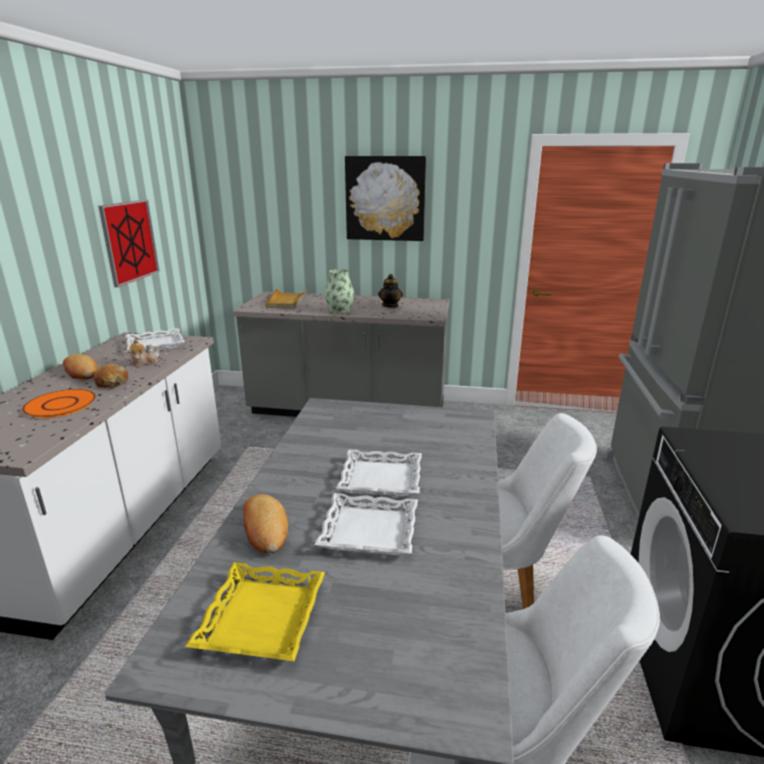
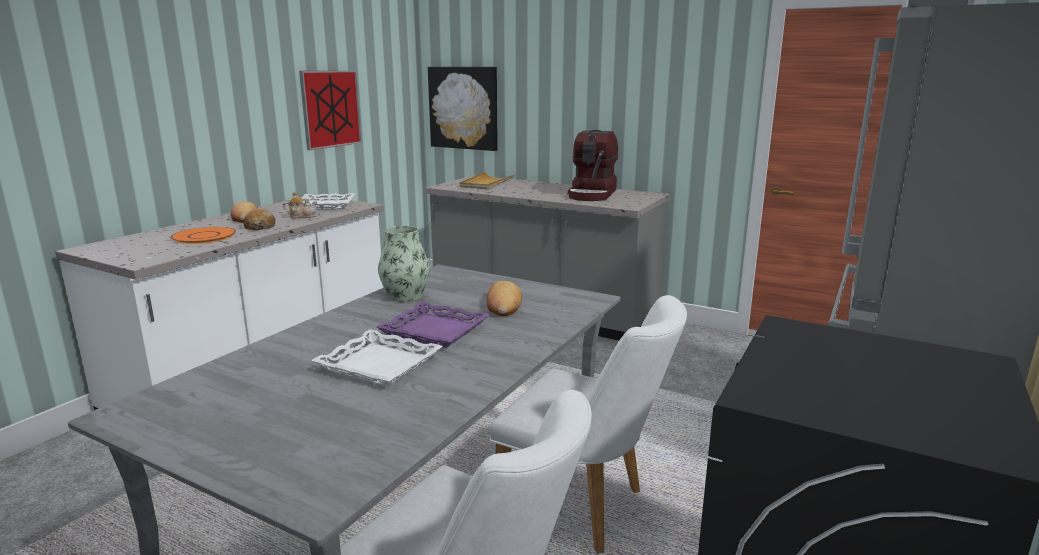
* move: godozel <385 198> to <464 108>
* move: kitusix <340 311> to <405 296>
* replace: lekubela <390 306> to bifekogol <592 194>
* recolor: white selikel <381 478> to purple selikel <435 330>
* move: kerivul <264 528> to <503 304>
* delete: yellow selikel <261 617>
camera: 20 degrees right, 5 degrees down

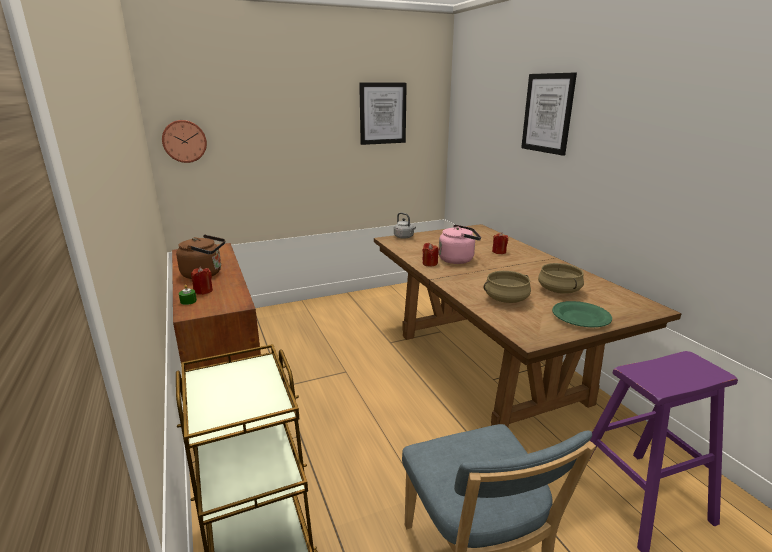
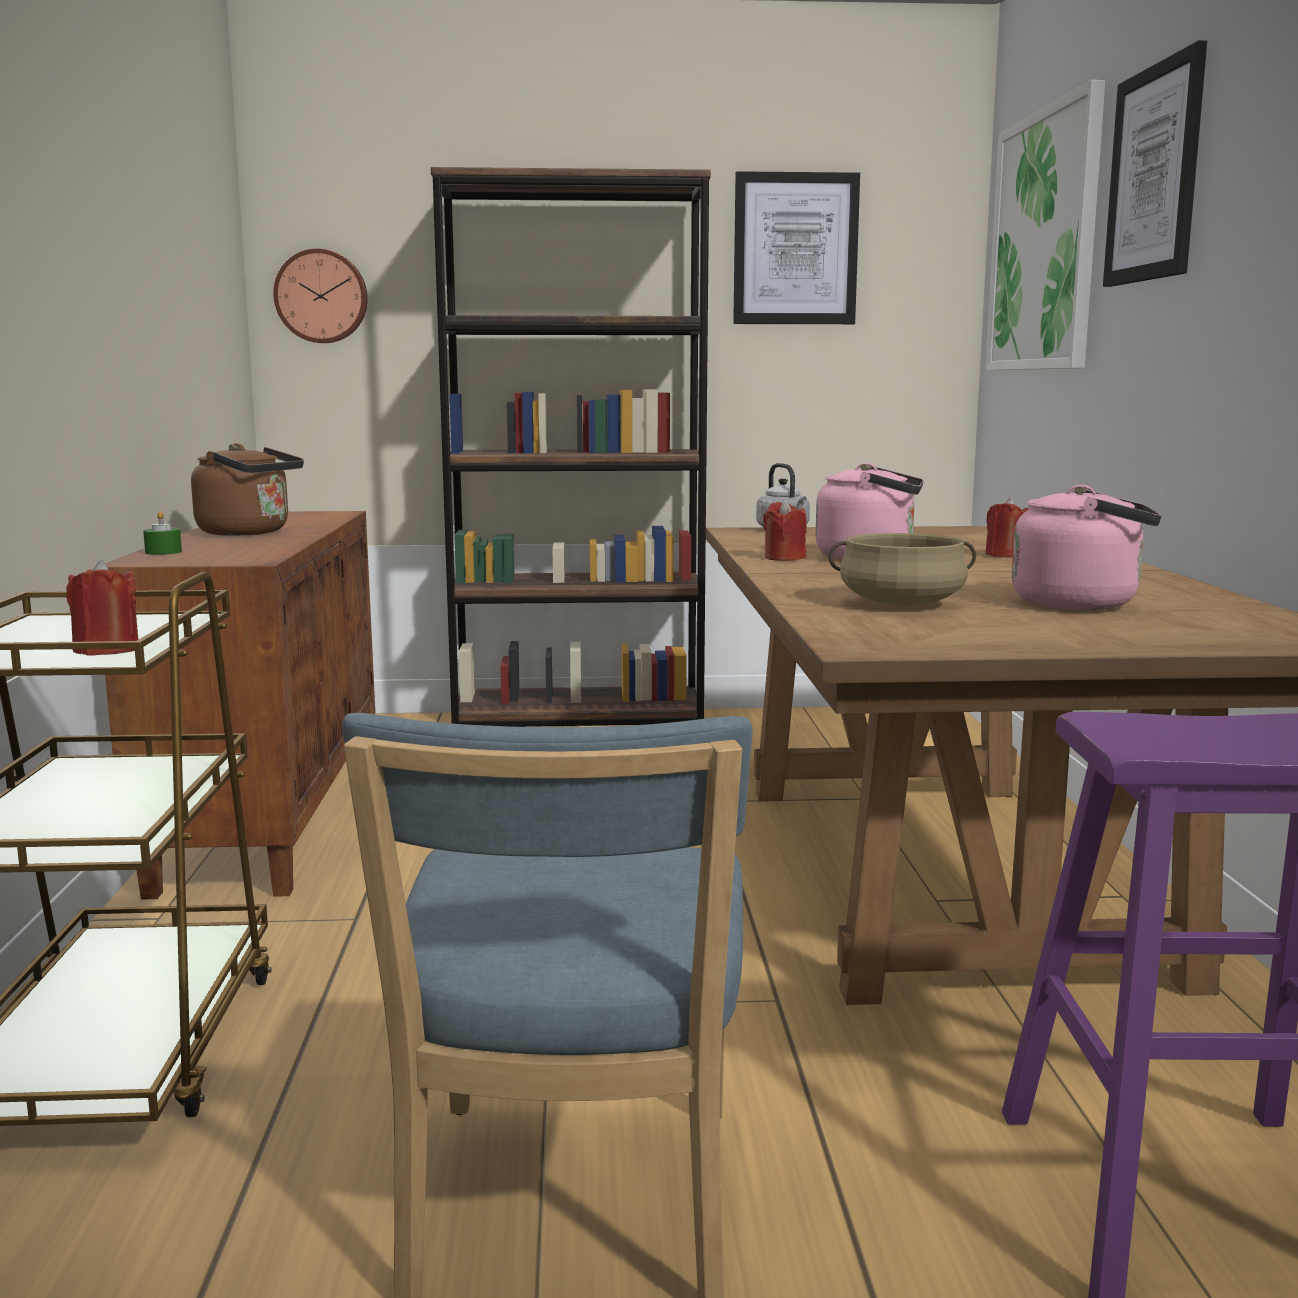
* replace: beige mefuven <559 290> to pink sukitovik <1082 604>
* move: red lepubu <203 291> to <106 650>
* delete: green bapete <581 318>
* insert: godozel <1044 242>
* insert: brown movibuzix <579 726>
camera: 20 degrees right, 10 degrees down

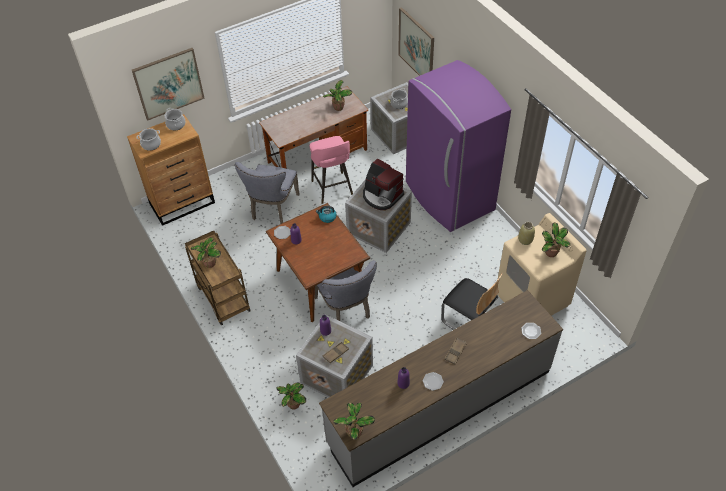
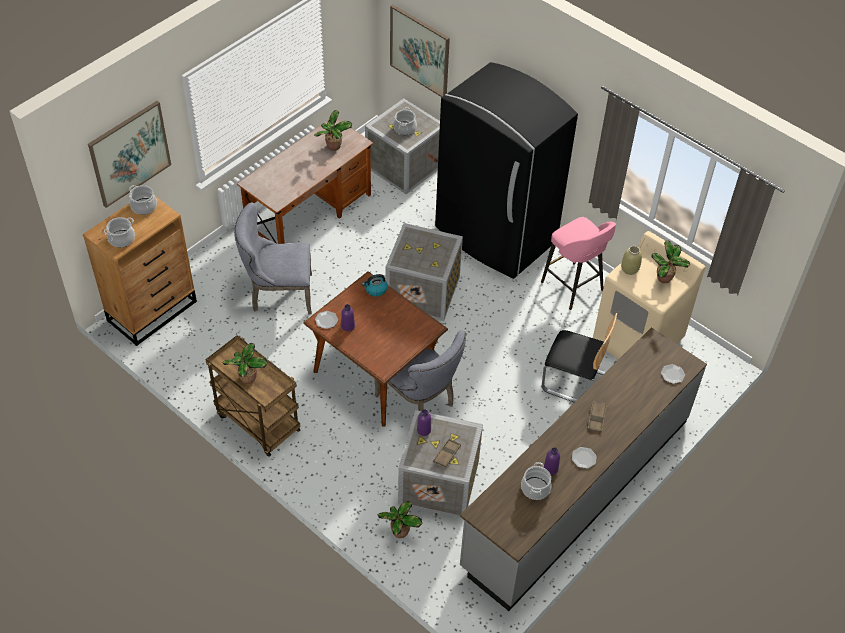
* recolor: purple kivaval <448 197> to black kivaval <495 236>
* move: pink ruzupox <332 189> to <573 287>
* delete: bifekogol <382 196>
* rotate: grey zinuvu <273 209> = <278 294> 90 degrees clockwise
* delete: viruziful <354 432>
* insert: mefuven <535 488>
camera: 20 degrees left, 0 degrees up

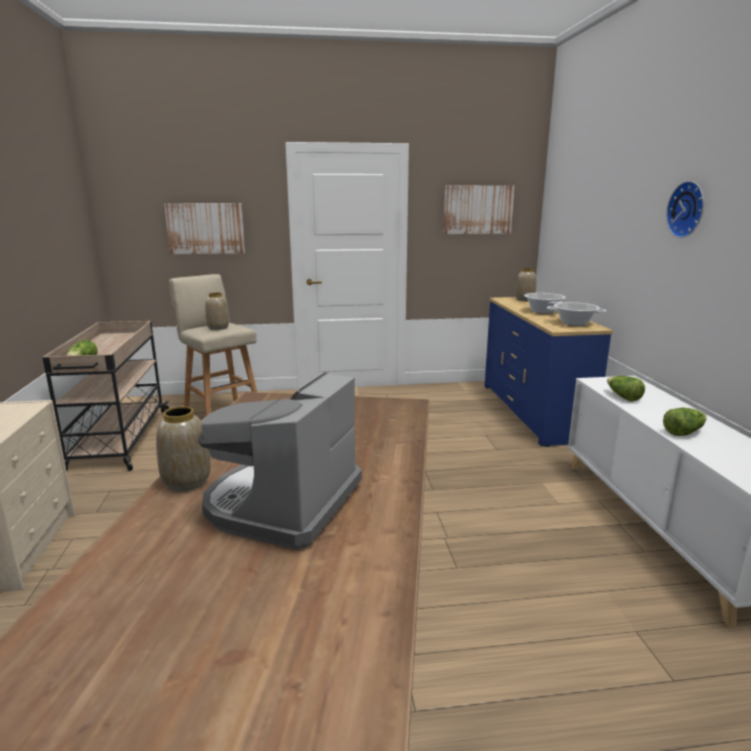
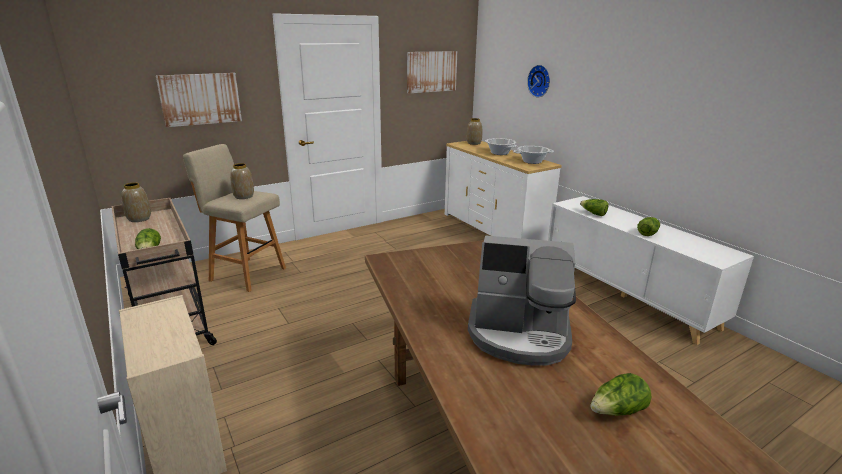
* move: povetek <688 209> to <540 81>
* recolor: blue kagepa <533 412> to white kagepa <493 229>
* rotate: bifekogol <283 504> = <519 334> 75 degrees counterclockwise
* move: kitusix <186 482> to <139 219>
* insert: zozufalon <617 411>
camera: 25 degrees left, 5 degrees up

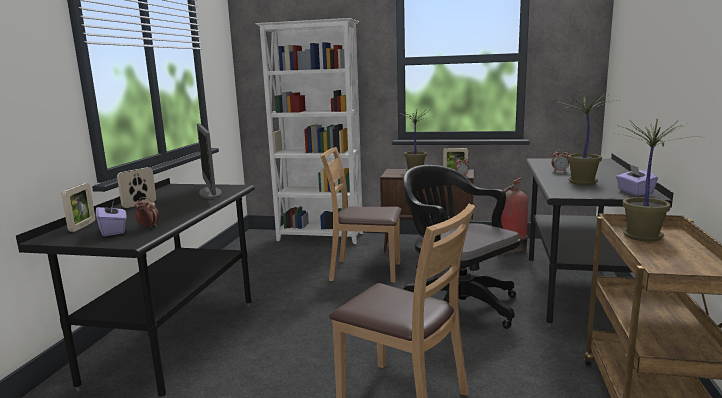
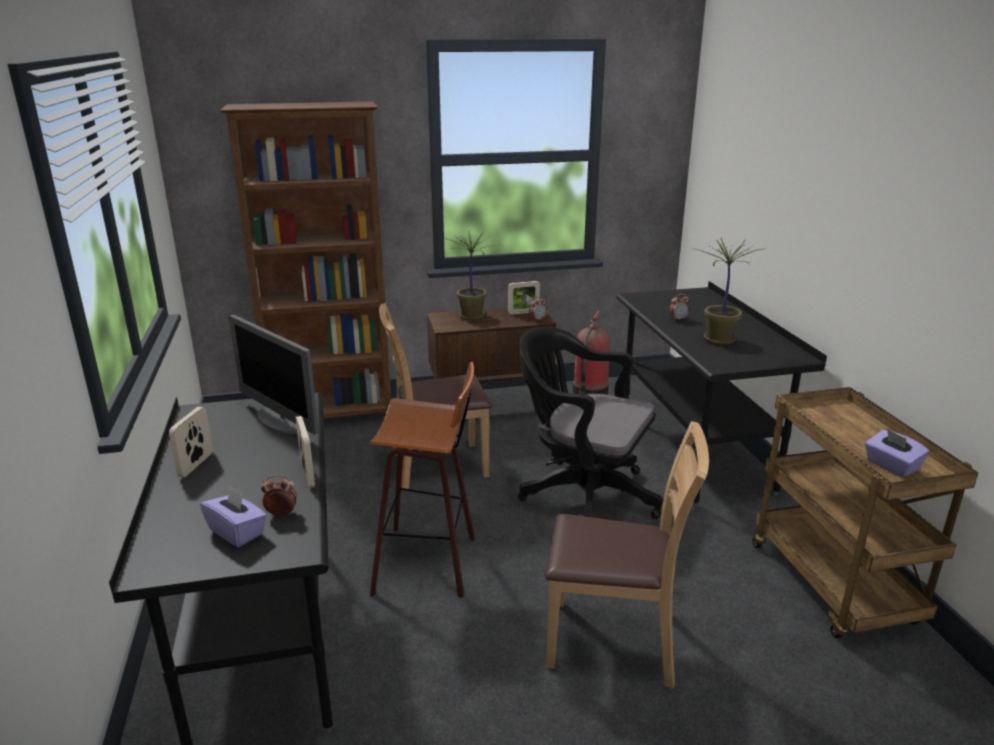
* recolor: white movibuzix <320 237> to brown movibuzix <333 416>
* delete: viruziful <643 237>
* move: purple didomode <634 192> to <891 466>
* move: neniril <82 226> to <308 475>
* insert: ruzupox <429 562>
camera: 25 degrees left, 10 degrees up

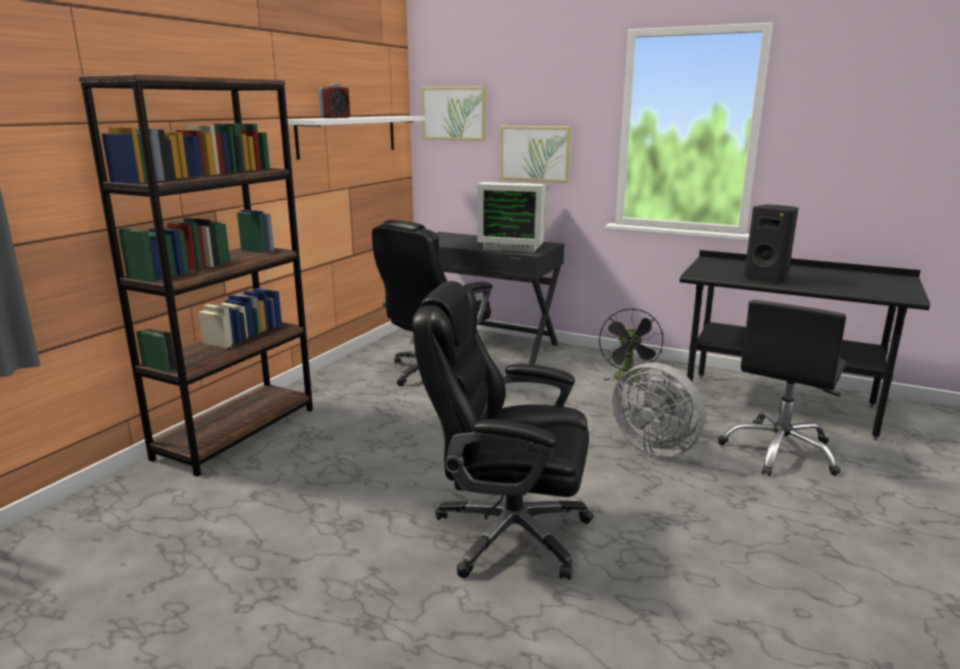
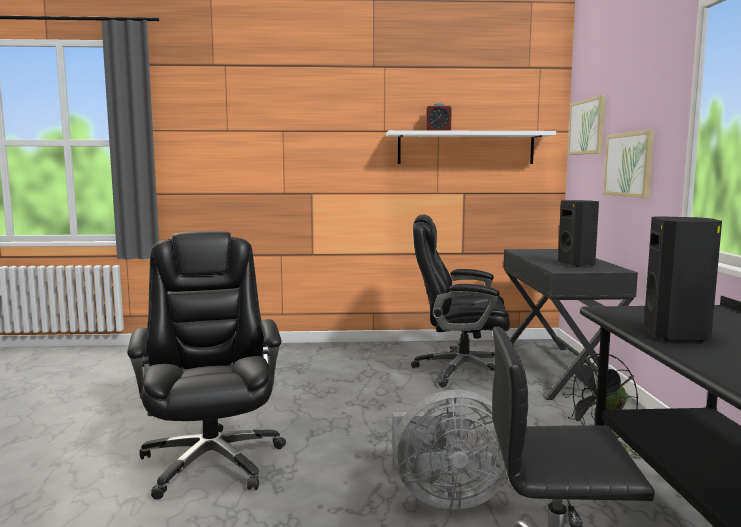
* delete: brown movibuzix <237 433>
* replace: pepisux <514 245> to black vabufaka <577 264>
* rotate: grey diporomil <656 447> = <445 497> 105 degrees counterclockwise
camera: 60 degrees right, 10 degrees down

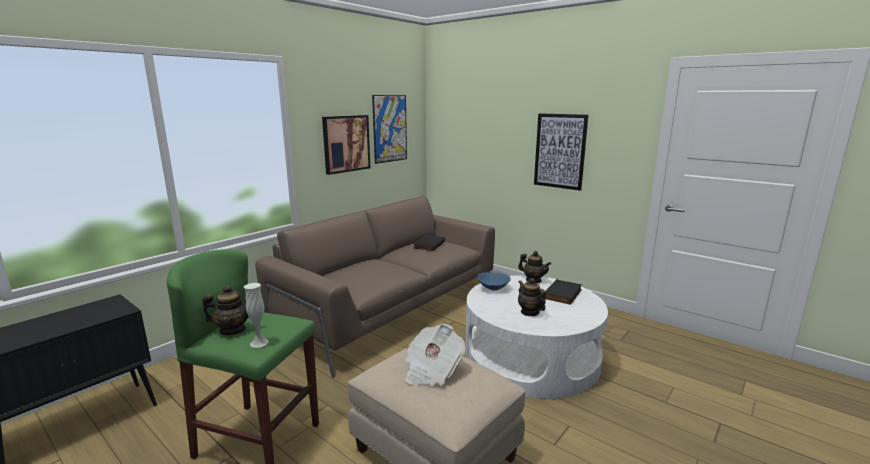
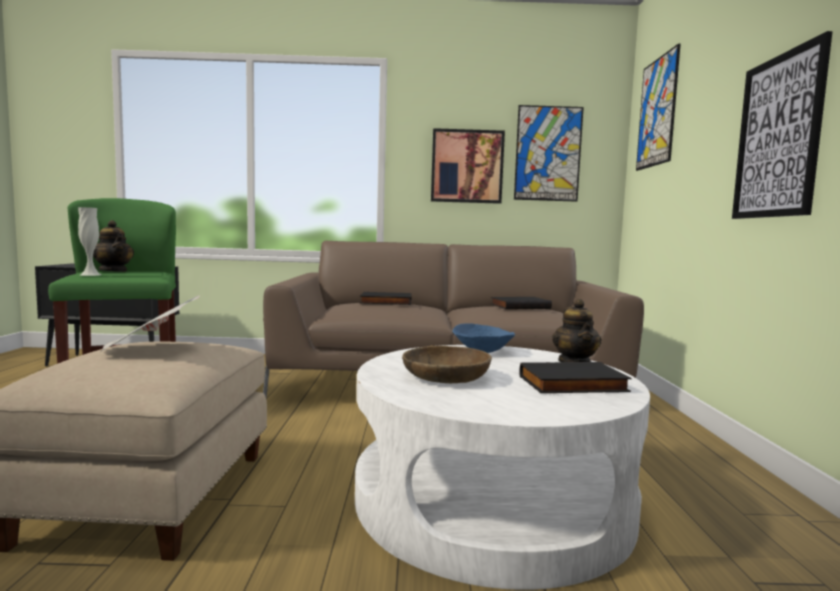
* replace: lekubela <529 312> to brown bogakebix <445 376>
* insert: godozel <657 112>
* insert: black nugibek <385 302>
camera: 50 degrees right, 10 degrees down

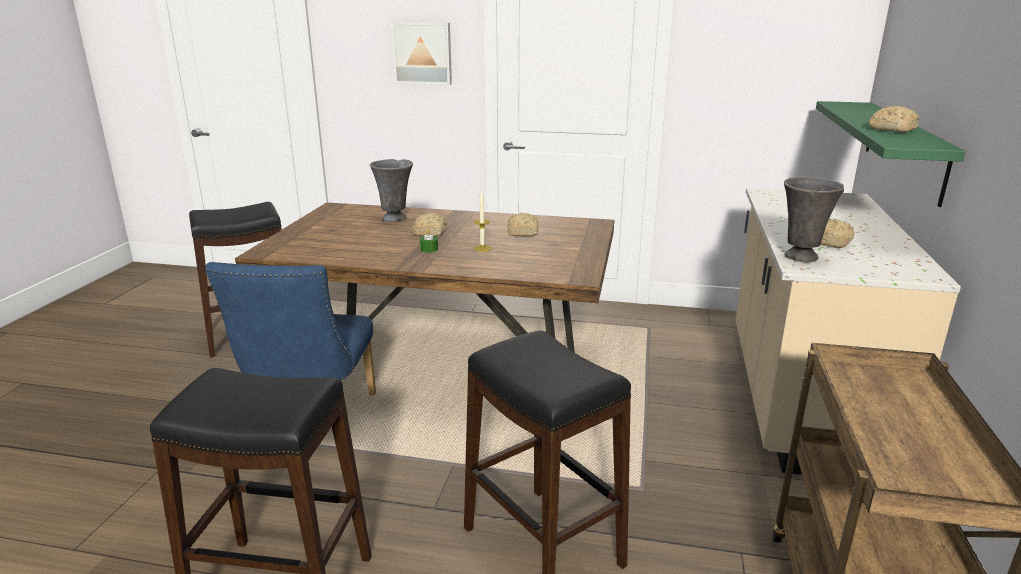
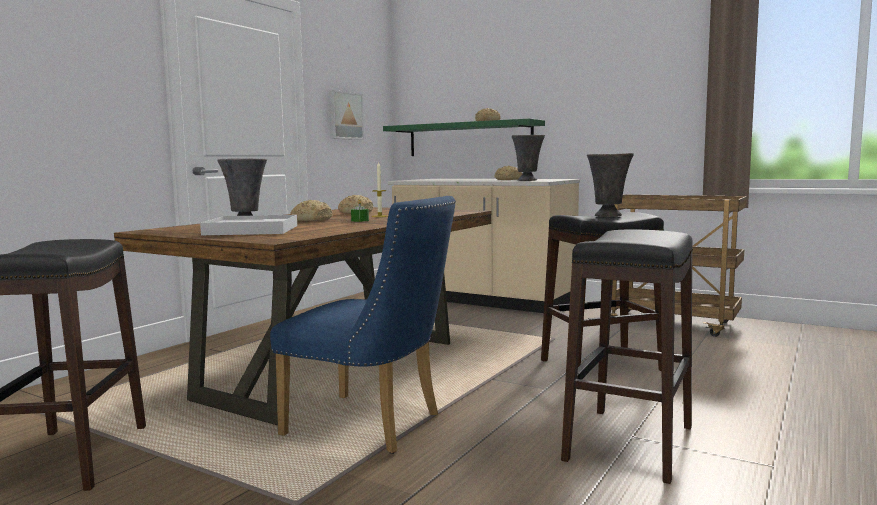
* move: godozel <423 53> to <344 115>
* insert: grey kitusix <608 216>
* insert: white selikel <251 230>
camera: 70 degrees left, 15 degrees down

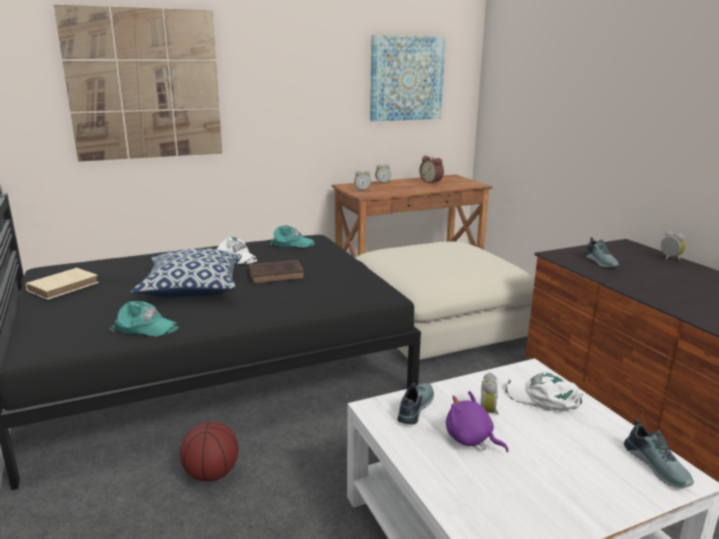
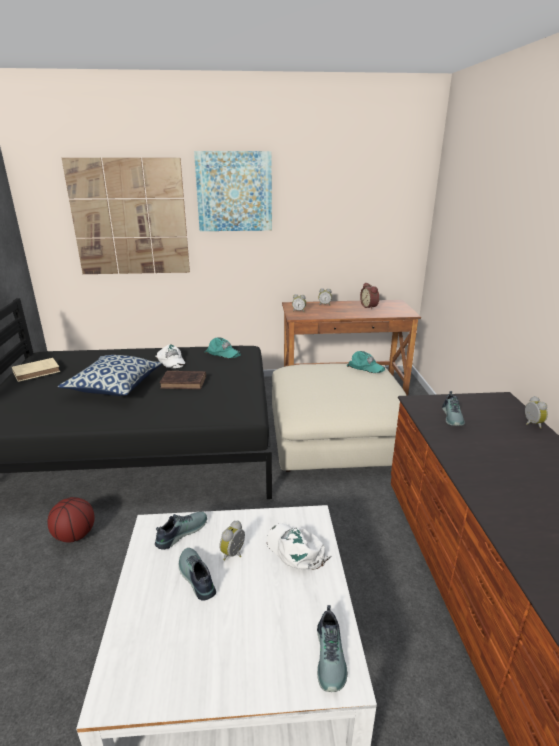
* move: godozel <406 78> to <234 192>
* move: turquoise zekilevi <145 327> to <365 367>
* replace: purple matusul <471 440> to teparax <195 577>
camera: 20 degrees right, 5 degrees up

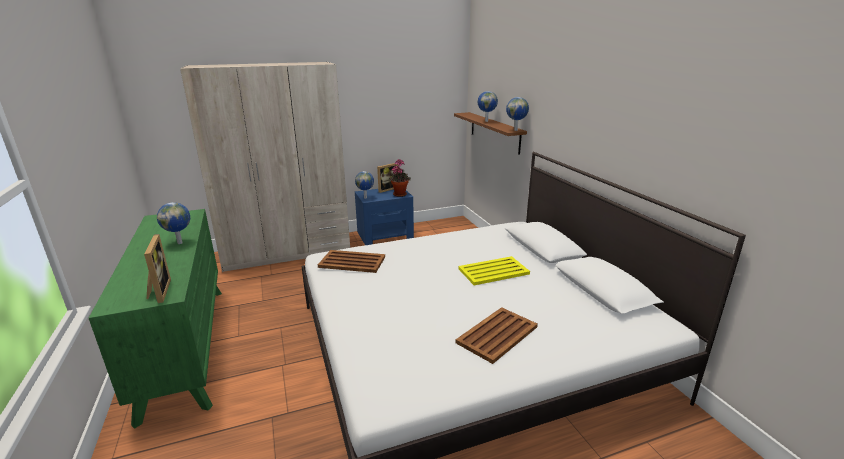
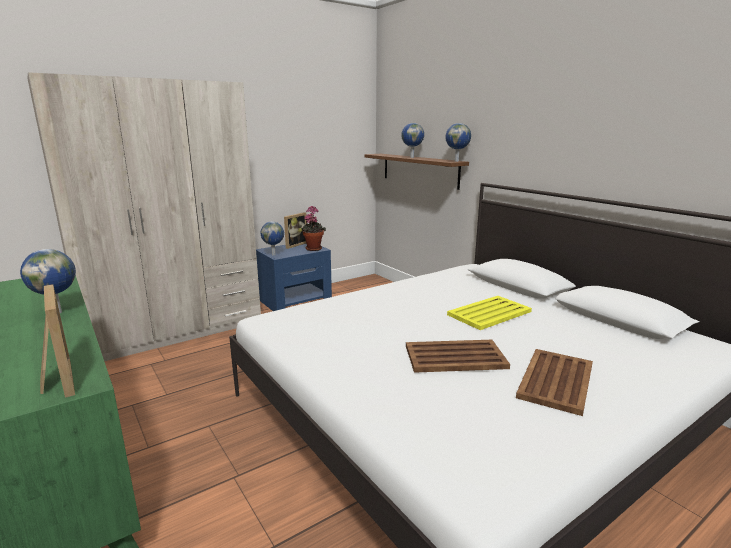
* move: brown selikel <352 262> to <456 357>
camera: 15 degrees left, 5 degrees down

